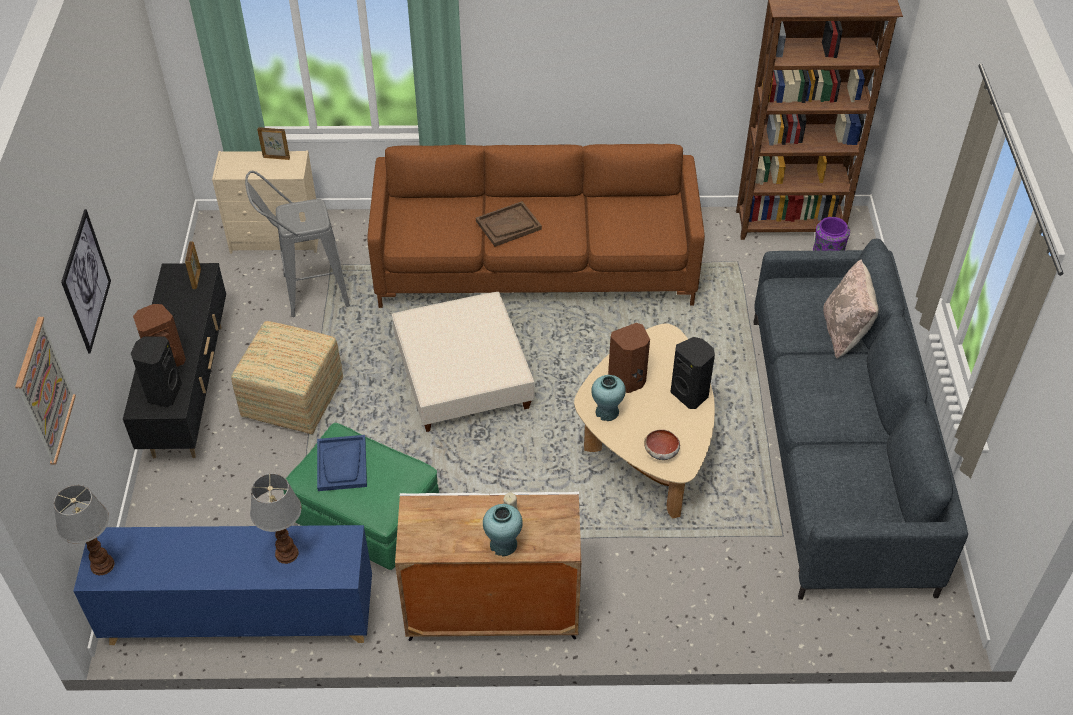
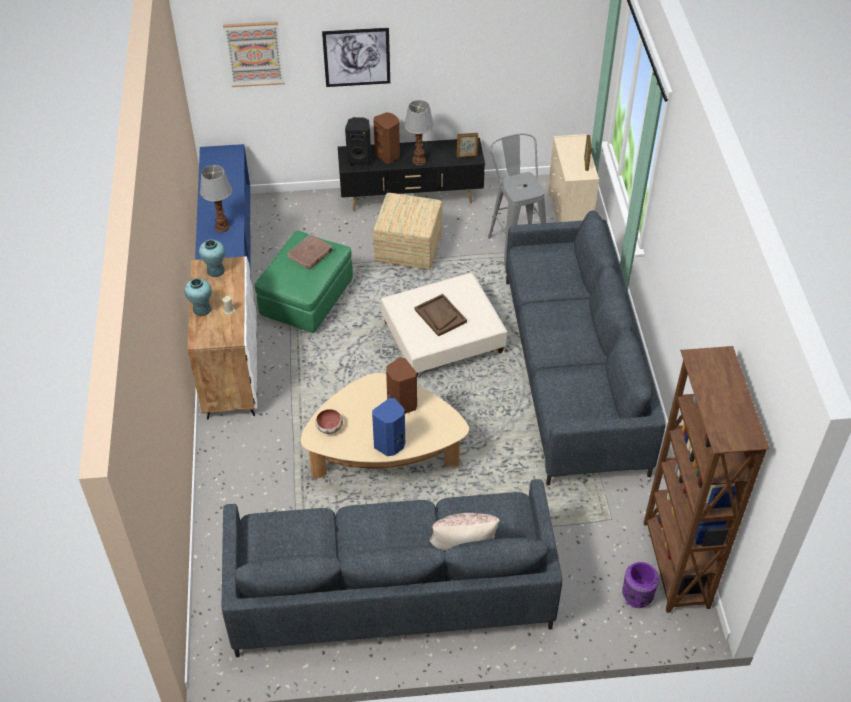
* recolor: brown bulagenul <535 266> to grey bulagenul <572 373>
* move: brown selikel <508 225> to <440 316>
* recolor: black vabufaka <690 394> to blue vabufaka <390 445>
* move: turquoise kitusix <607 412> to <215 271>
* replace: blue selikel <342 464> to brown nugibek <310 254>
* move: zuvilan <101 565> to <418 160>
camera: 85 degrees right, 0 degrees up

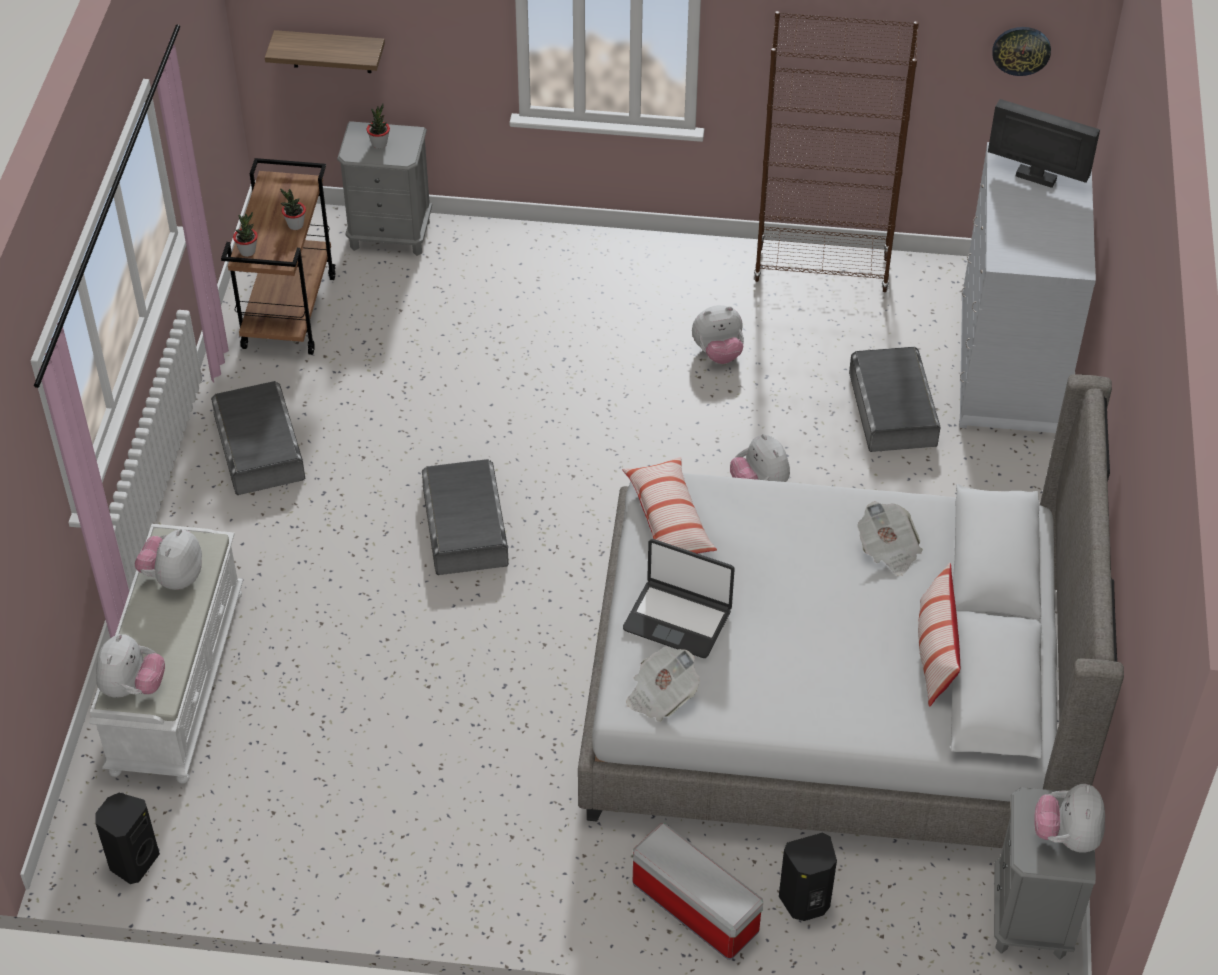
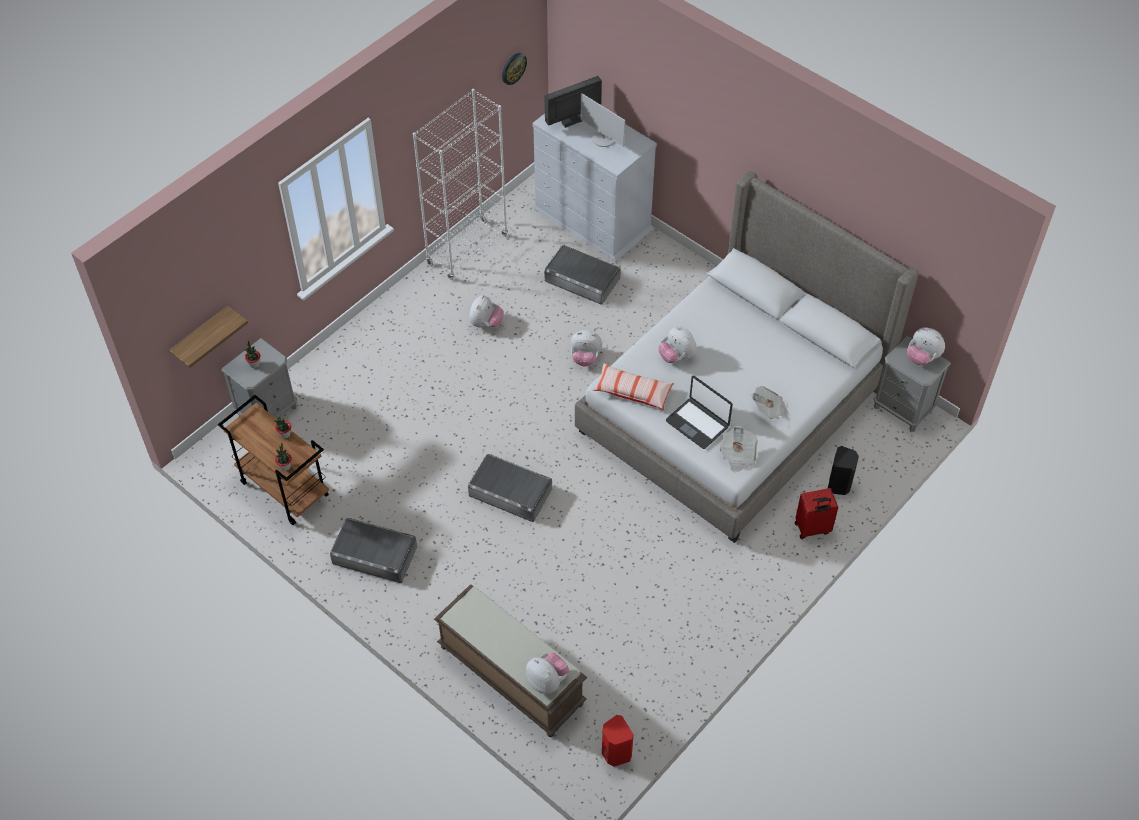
* recolor: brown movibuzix <822 269> to white movibuzix <467 250>
* move: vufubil <888 550> to <770 410>
* recolor: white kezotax <176 680> to brown kezotax <509 675>
* move: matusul <173 577> to <676 356>
* rotate: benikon <677 619> = <698 423> 75 degrees clockwise
* delete: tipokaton <935 652>
* recolor: black vabufaka <133 861> to red vabufaka <615 753>
* replace: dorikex <693 907> to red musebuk <812 529>
* insert: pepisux <603 139>
camera: 55 degrees left, 5 degrees up

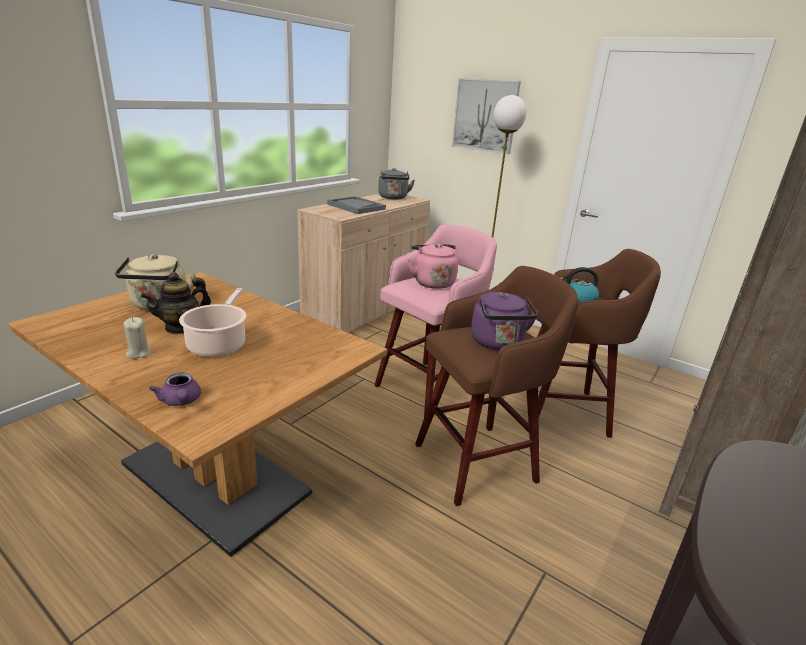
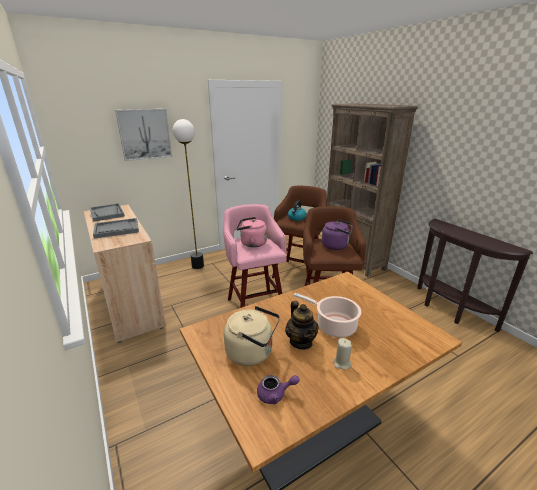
* replace: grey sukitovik <393 198> to grey selikel <107 213>
* move: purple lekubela <180 401> to <275 394>
camera: 65 degrees left, 0 degrees up

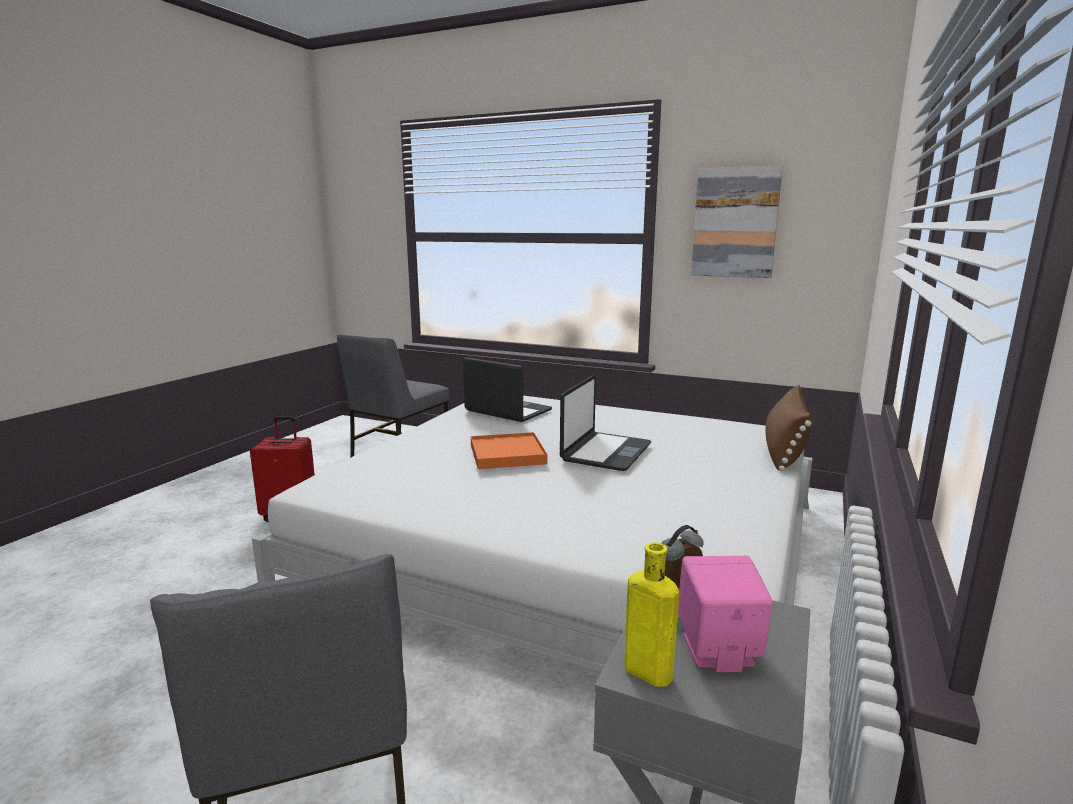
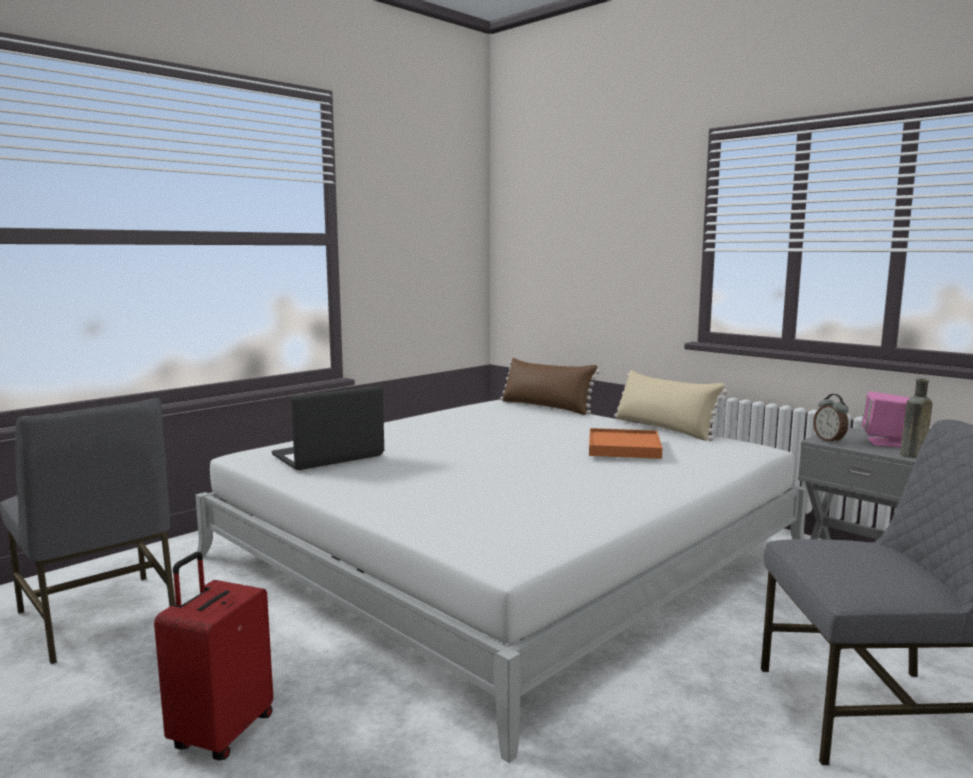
* delete: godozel <735 223>
* delete: benikon <605 452>
* move: orange selikel <507 454> to <624 447>
* recolor: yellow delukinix <644 670> to brown delukinix <912 455>
* insert: beige tipokaton <664 429>
camera: 70 degrees left, 5 degrees down

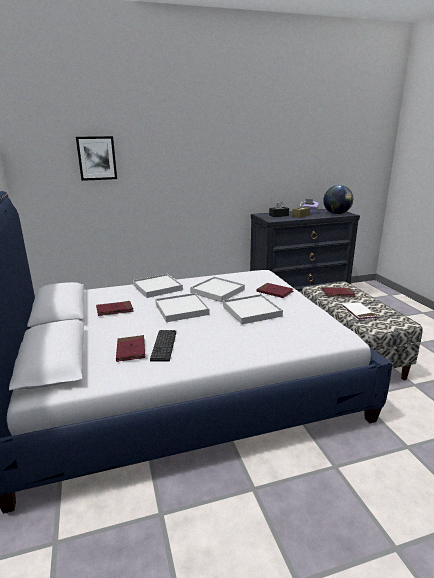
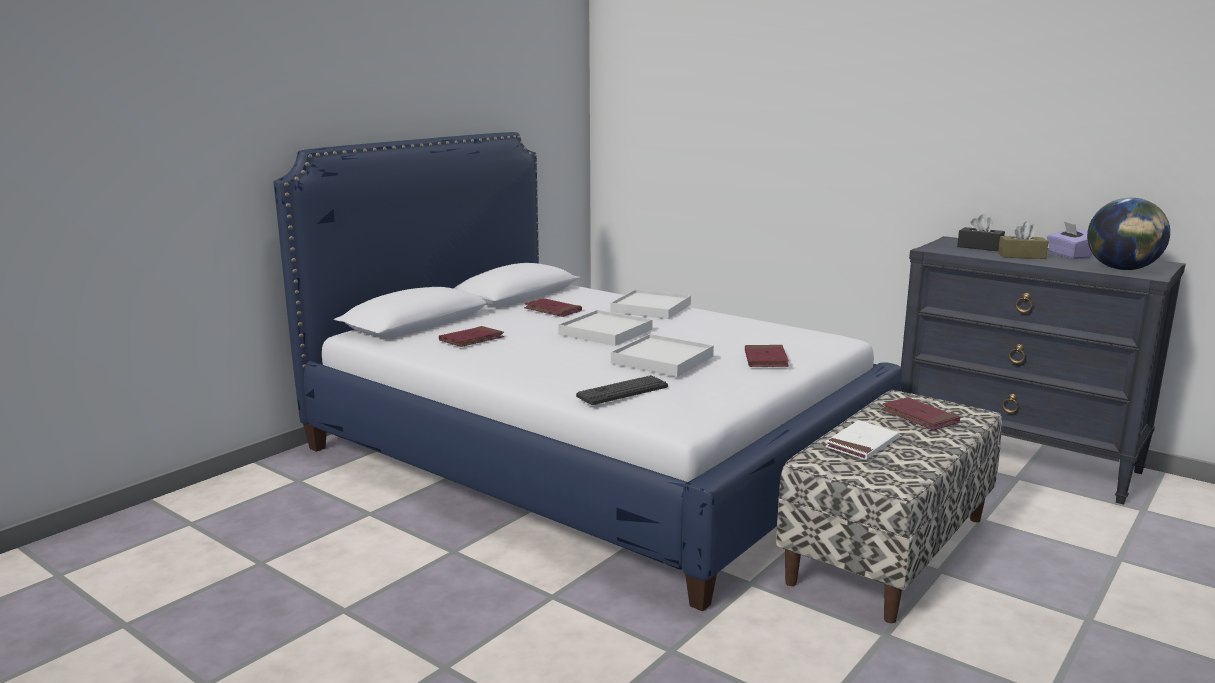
* delete: godozel <97 158>
* delete: white selikel <217 291>
* move: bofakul <164 345> to <622 391>
camera: 55 degrees right, 5 degrees down

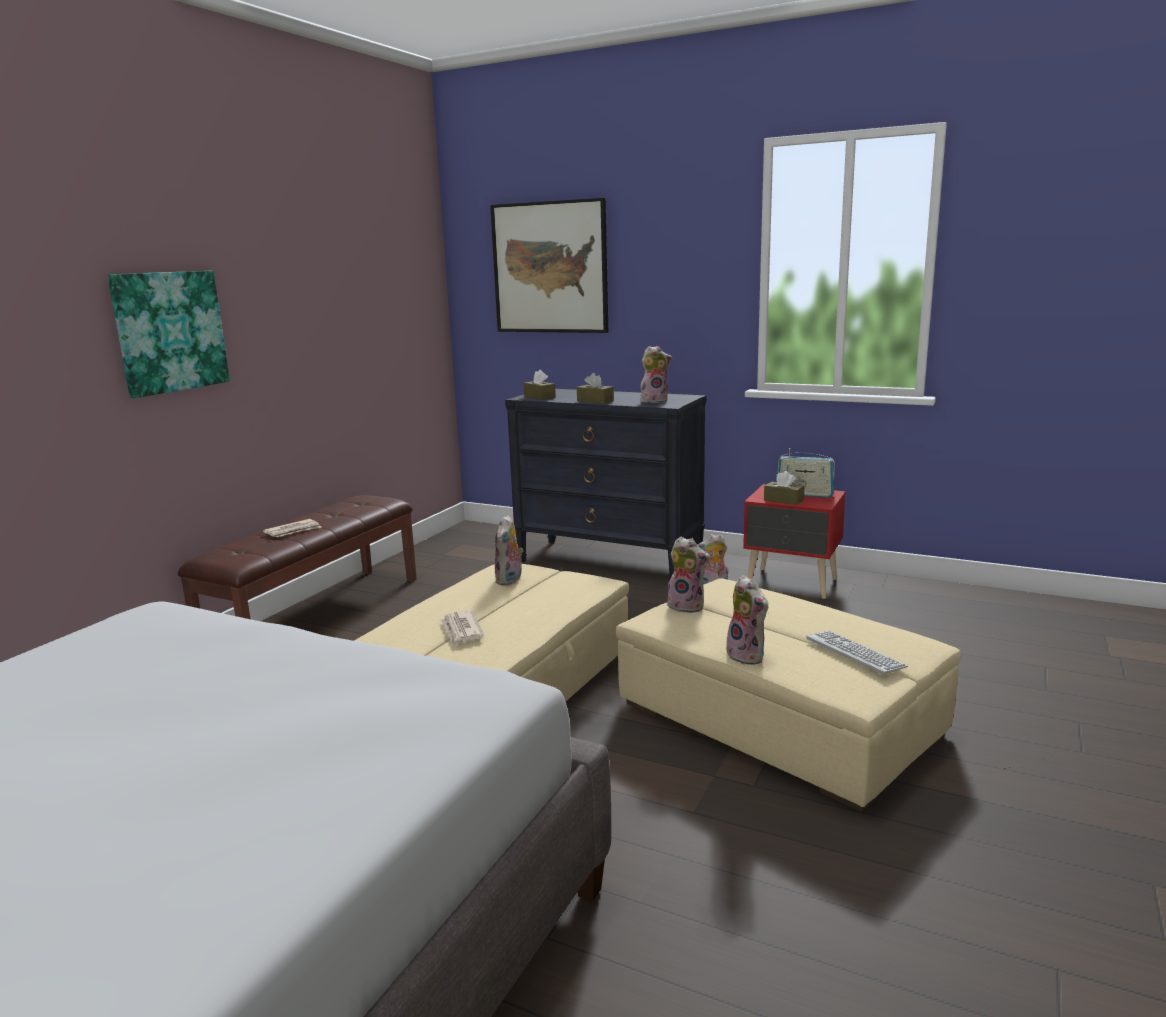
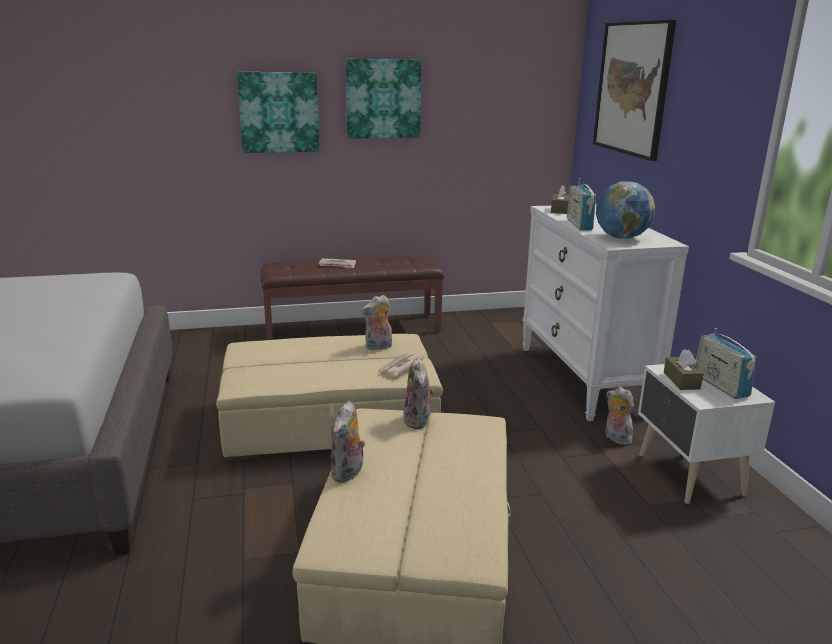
* replace: matusul <654 401> to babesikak <621 238>
* replace: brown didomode <595 401> to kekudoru <579 224>
* recolor: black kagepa <610 561> to white kagepa <584 379>
* recolor: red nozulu <792 584> to white nozulu <689 475>
* move: vufubil <461 630> to <399 367>
* delete: bofakul <855 653>
* insert: godozel <383 99>
camera: 50 degrees right, 5 degrees up

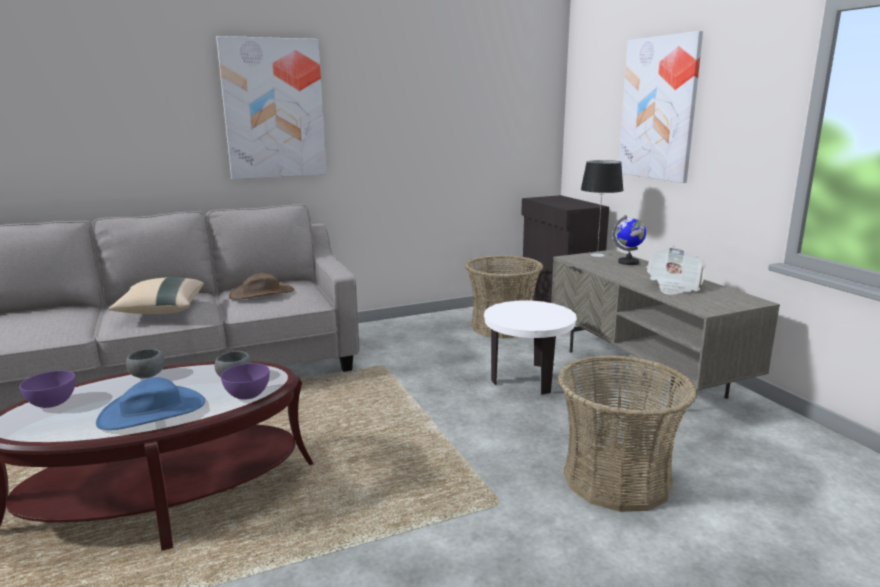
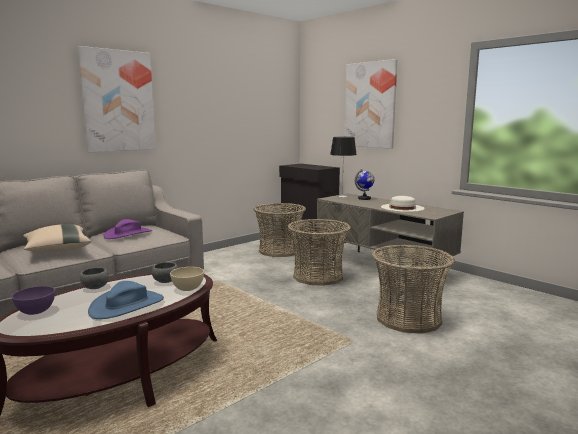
* replace: vufubil <673 286> to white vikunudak <402 207>
* recolor: brown vikunudak <262 293> to purple vikunudak <128 234>
* replace: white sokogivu <527 378> to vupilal <318 276>
* recolor: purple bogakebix <248 395> to beige bogakebix <188 288>
camera: 20 degrees left, 5 degrees down

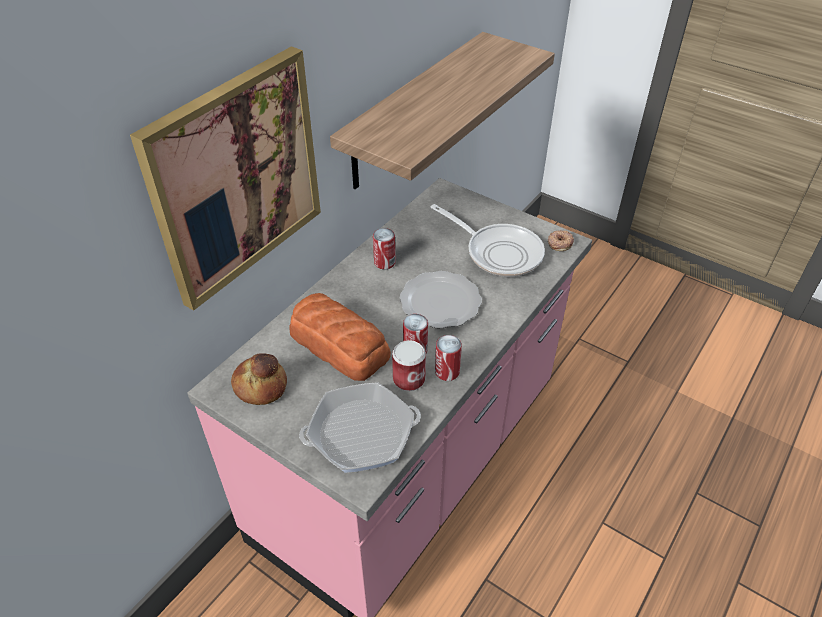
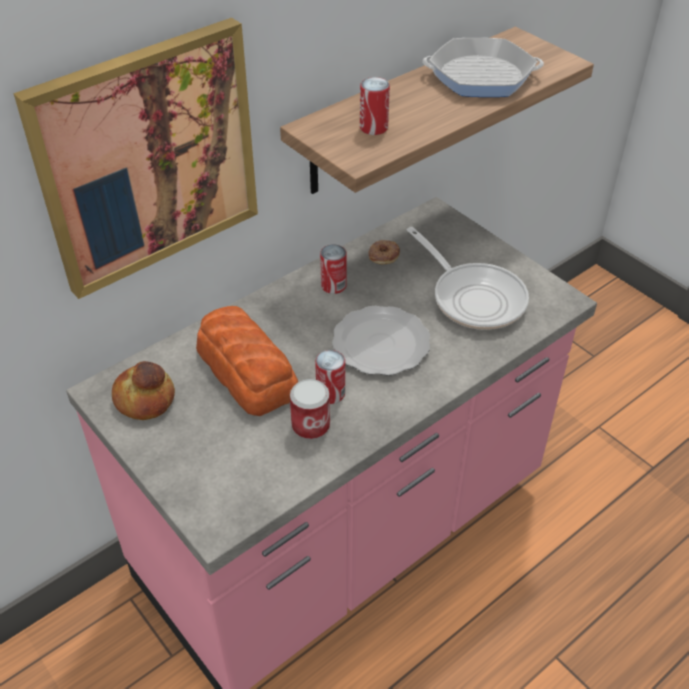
* move: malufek <559 243> to <383 255>
* move: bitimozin <447 372> to <373 128>
* move: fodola <361 433> to <481 76>
camera: 15 degrees right, 0 degrees up

